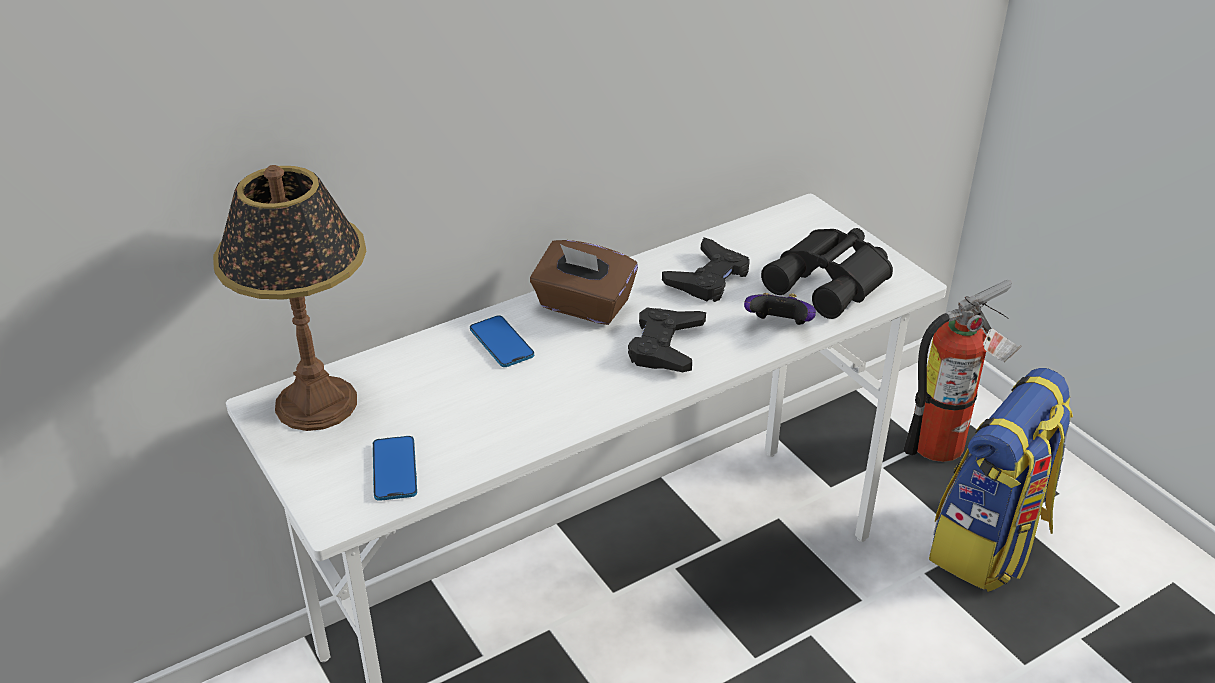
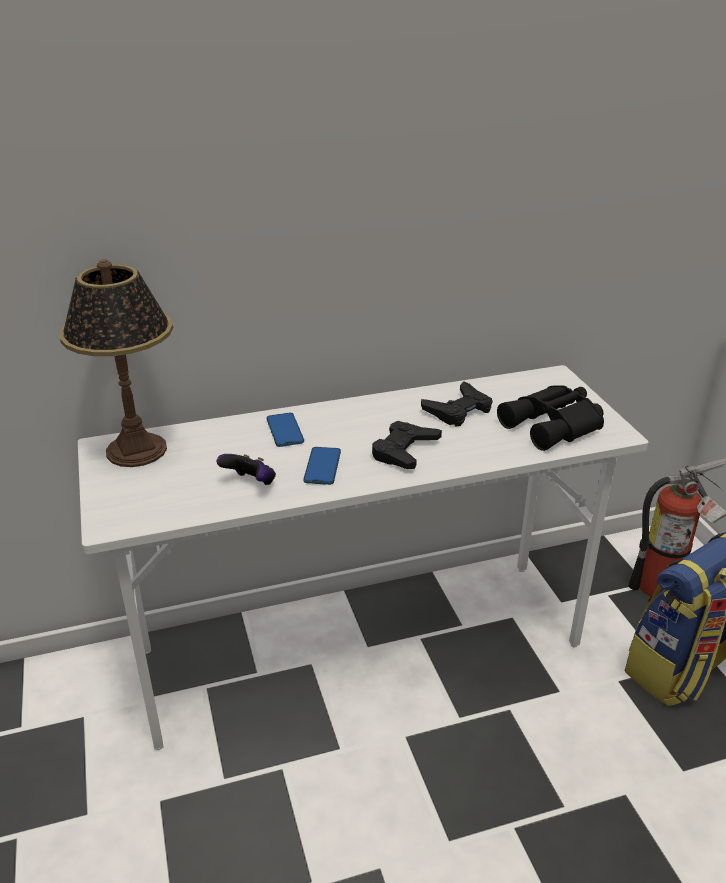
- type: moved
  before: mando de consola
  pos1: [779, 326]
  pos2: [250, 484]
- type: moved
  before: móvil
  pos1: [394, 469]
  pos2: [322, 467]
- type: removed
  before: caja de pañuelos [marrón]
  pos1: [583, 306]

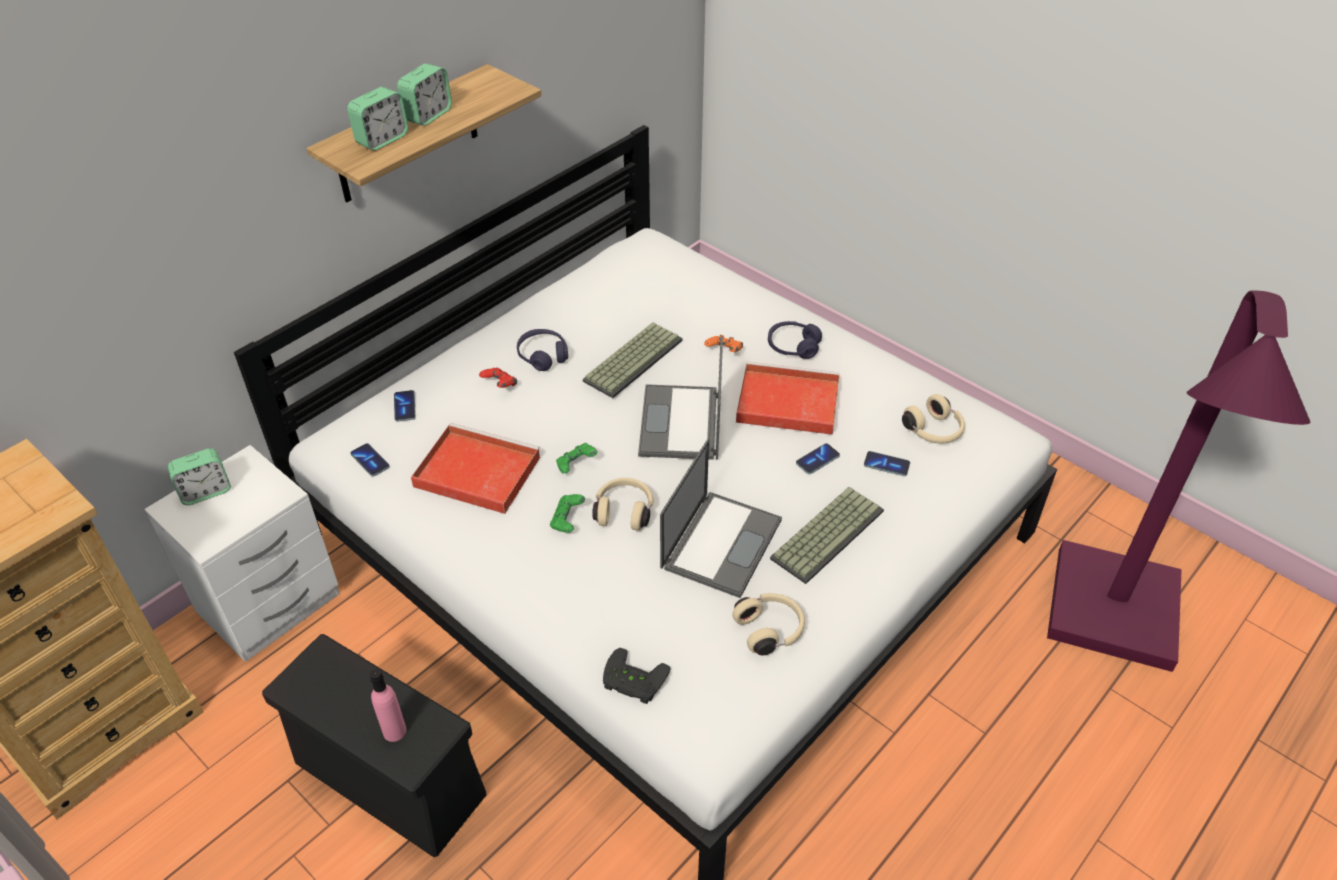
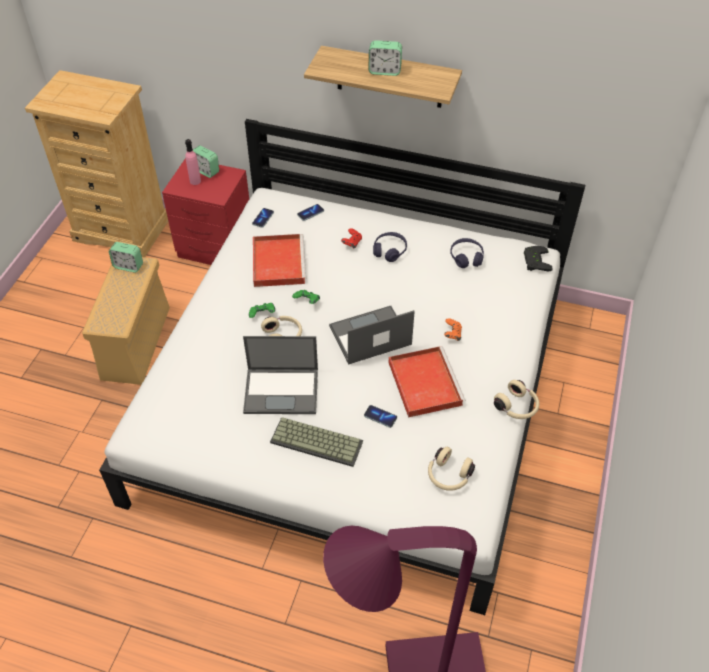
- type: recoloured
  before: caja de almacenaje [negro]
  after: caja de almacenaje [beis]
  pos1: [393, 779]
  pos2: [136, 344]
- type: moved
  before: despertador
  pos1: [382, 139]
  pos2: [128, 266]
- type: recoloured
  before: mesita de noche [blanco]
  after: mesita de noche [rojo]
  pos1: [272, 602]
  pos2: [216, 248]
- type: moved
  before: botella [rosa]
  pos1: [394, 731]
  pos2: [195, 181]
- type: moved
  before: auriculares [morado]
  pos1: [793, 346]
  pos2: [466, 257]
- type: moved
  before: auriculares [beis]
  pos1: [770, 630]
  pos2: [517, 407]
- type: moved
  before: mando de consola [negro]
  pos1: [632, 682]
  pos2: [534, 261]
- type: removed
  before: teclado
  pos1: [632, 359]
- type: removed
  before: móvil
  pos1: [886, 465]

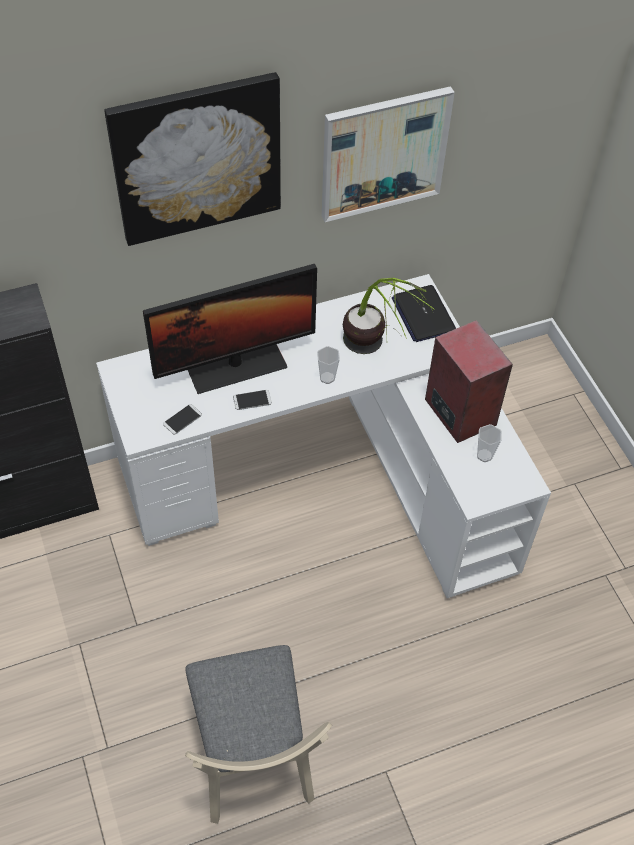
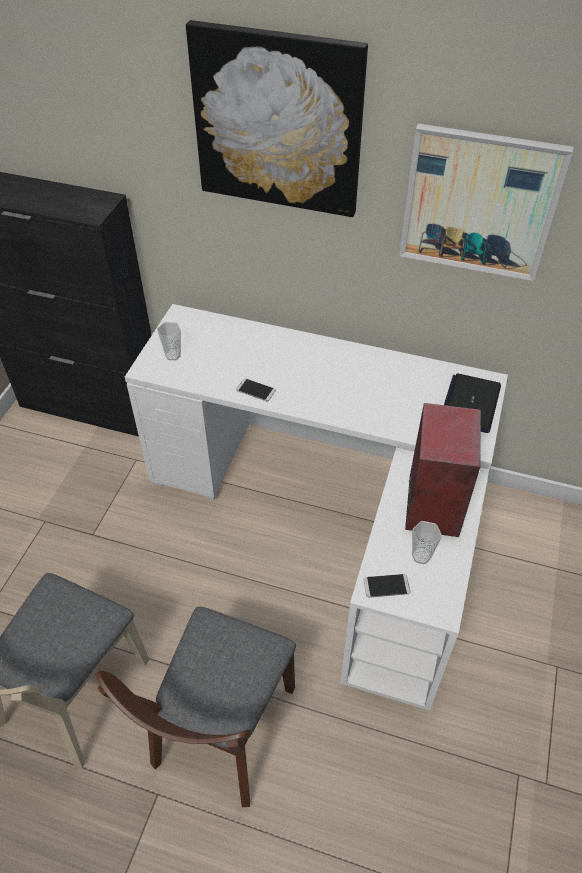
- type: added
  after: silla [marrón]
  pos2: [220, 737]
- type: moved
  before: taza
  pos1: [327, 378]
  pos2: [173, 355]
- type: moved
  before: móvil
  pos1: [182, 419]
  pos2: [386, 586]
- type: removed
  before: monitor
  pos1: [236, 365]
- type: removed
  before: planta en maceta
  pos1: [376, 355]

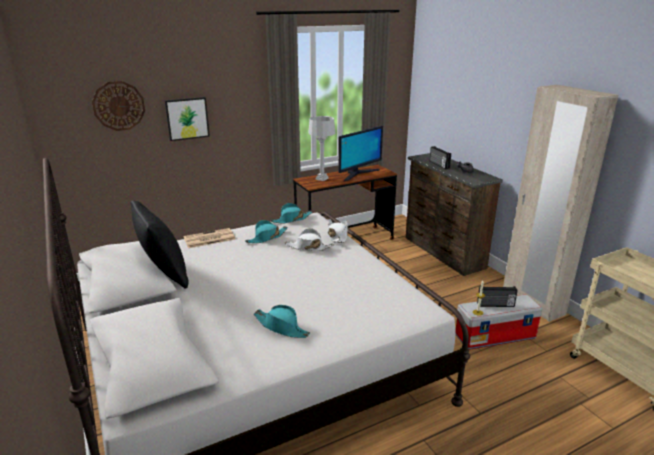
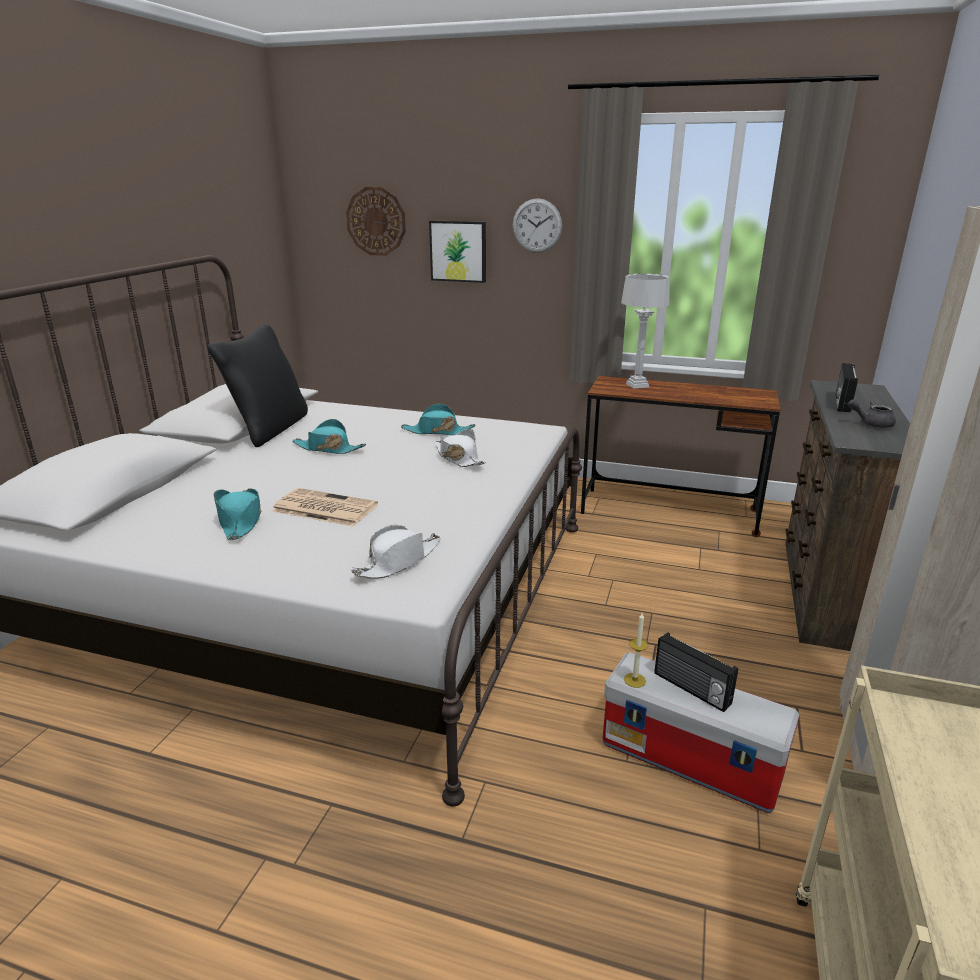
- type: moved
  before: periódico
  pos1: [208, 239]
  pos2: [323, 508]
- type: moved
  before: sombrero [turquesa]
  pos1: [291, 219]
  pos2: [328, 449]
- type: moved
  before: sombrero [blanco]
  pos1: [337, 236]
  pos2: [398, 561]
- type: added
  after: reloj de pared
  pos2: [537, 226]
- type: removed
  before: monitor
  pos1: [358, 174]

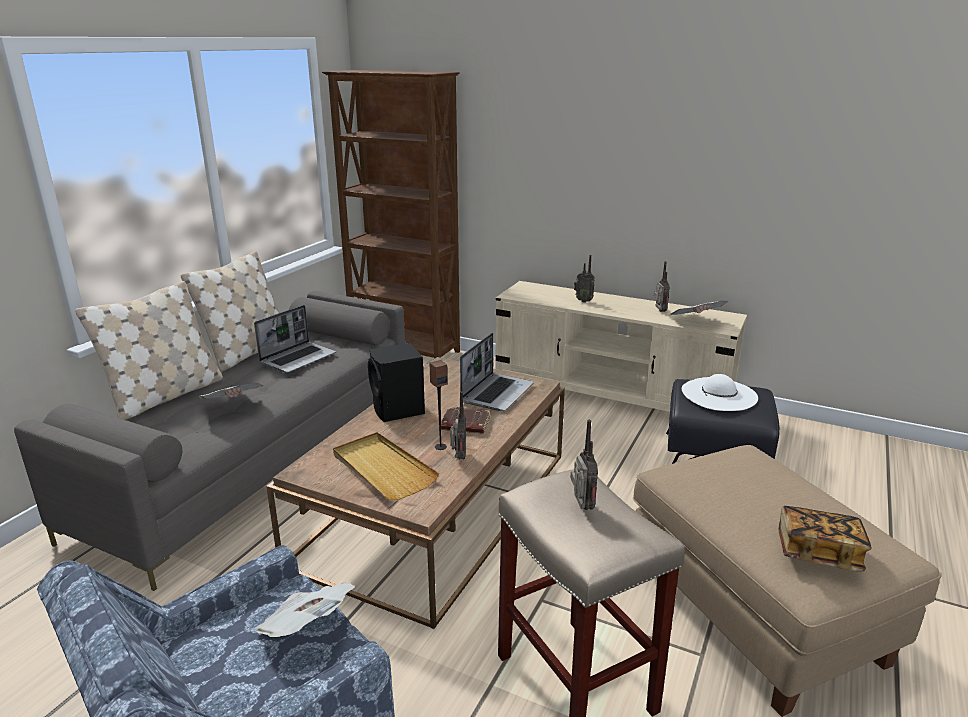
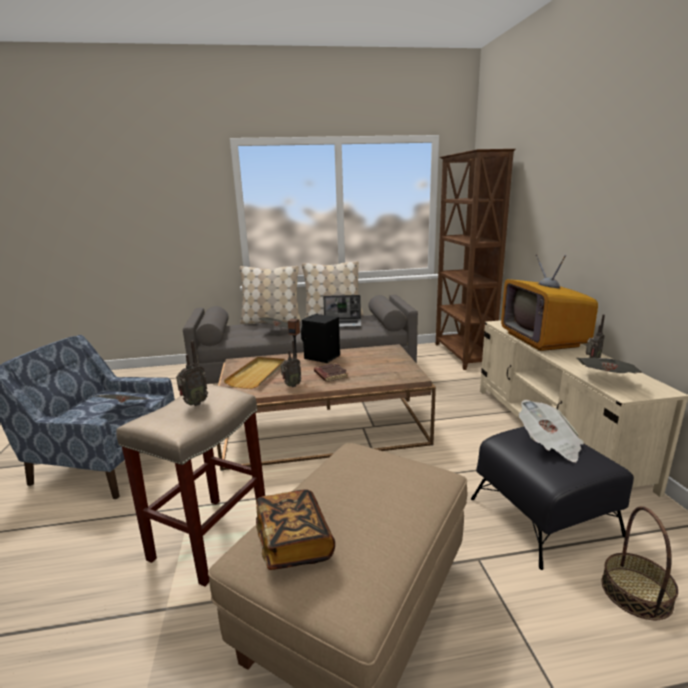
- type: replaced
  before: radio
  after: televisor
  pos1: [583, 301]
  pos2: [542, 340]
- type: replaced
  before: sombrero [blanco]
  after: periódico
  pos1: [719, 394]
  pos2: [549, 445]
- type: added
  after: cesta
  pos2: [636, 593]
- type: removed
  before: portátil
  pos1: [497, 393]

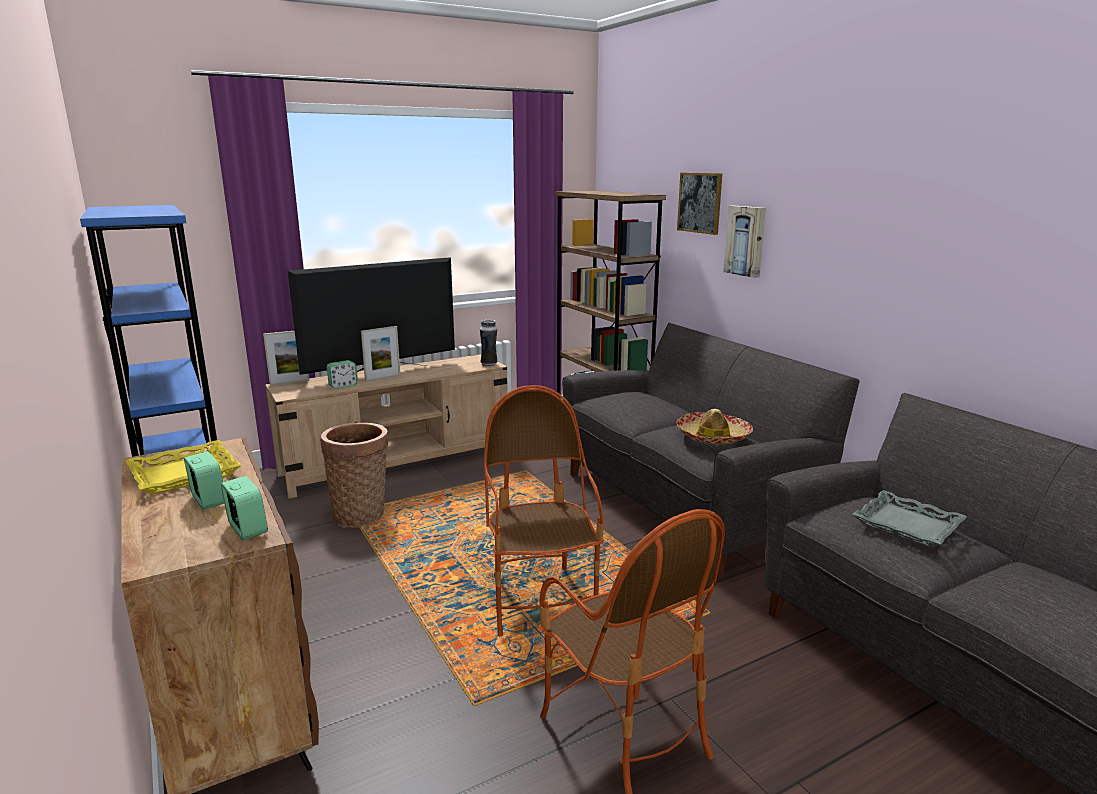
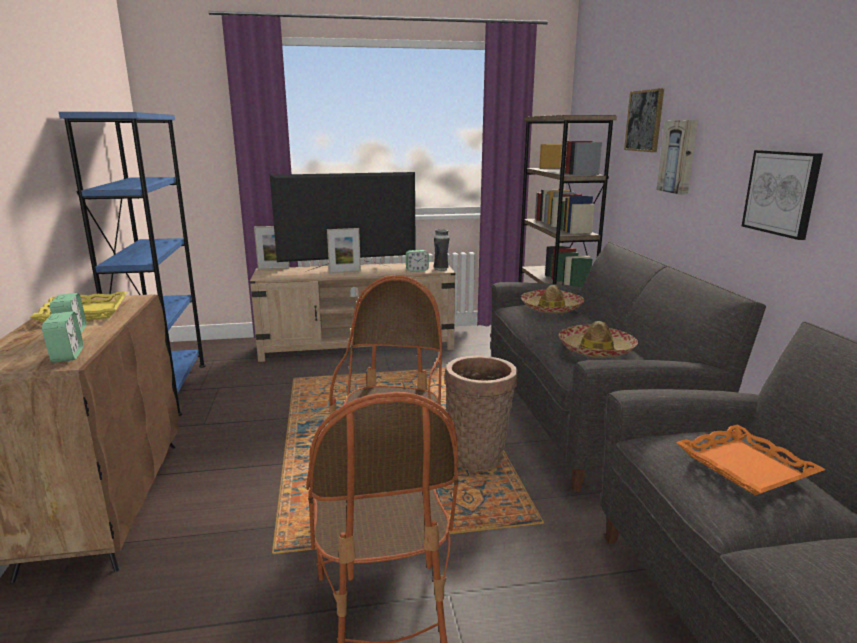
- type: moved
  before: despertador
  pos1: [343, 386]
  pos2: [417, 270]
- type: moved
  before: cesta
  pos1: [361, 514]
  pos2: [478, 456]
- type: added
  after: sombrero
  pos2: [551, 308]
- type: recoloured
  before: bandeja [gris]
  after: bandeja [naranja]
  pos1: [908, 525]
  pos2: [746, 466]
- type: added
  after: cuadro
  pos2: [781, 193]

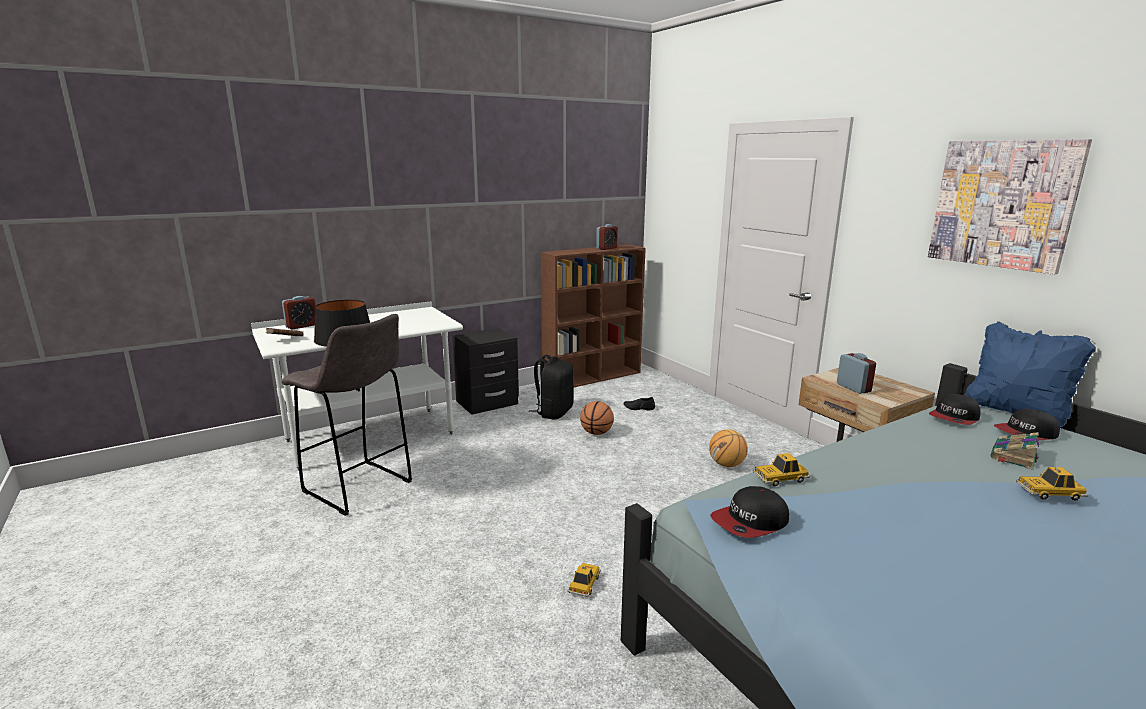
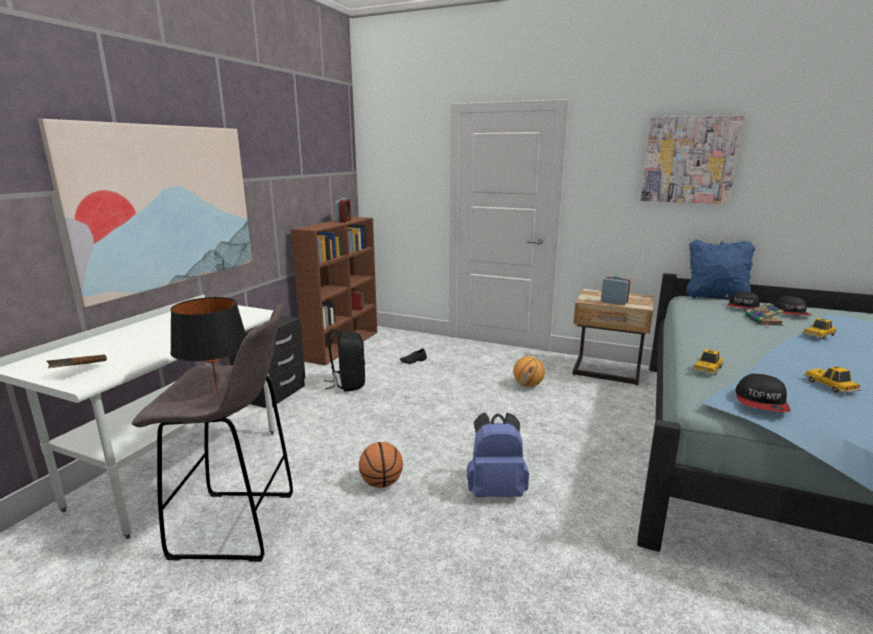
- type: added
  after: cuadro
  pos2: [165, 206]
- type: moved
  before: balón de baloncesto
  pos1: [596, 433]
  pos2: [381, 483]
- type: added
  after: mochila [azul]
  pos2: [495, 490]
- type: moved
  before: gorra
  pos1: [954, 418]
  pos2: [791, 313]
- type: moved
  before: coche de juguete
  pos1: [584, 584]
  pos2: [830, 385]
- type: removed
  before: despertador
  pos1: [301, 326]

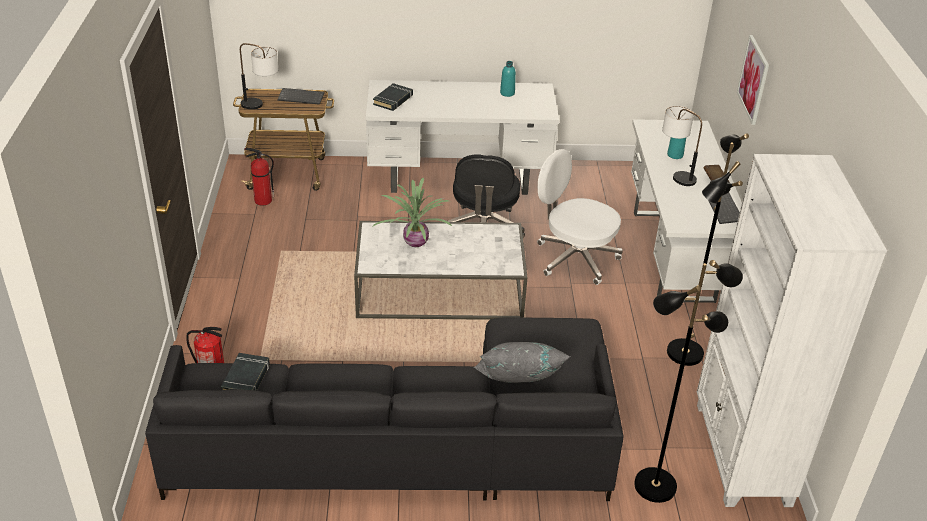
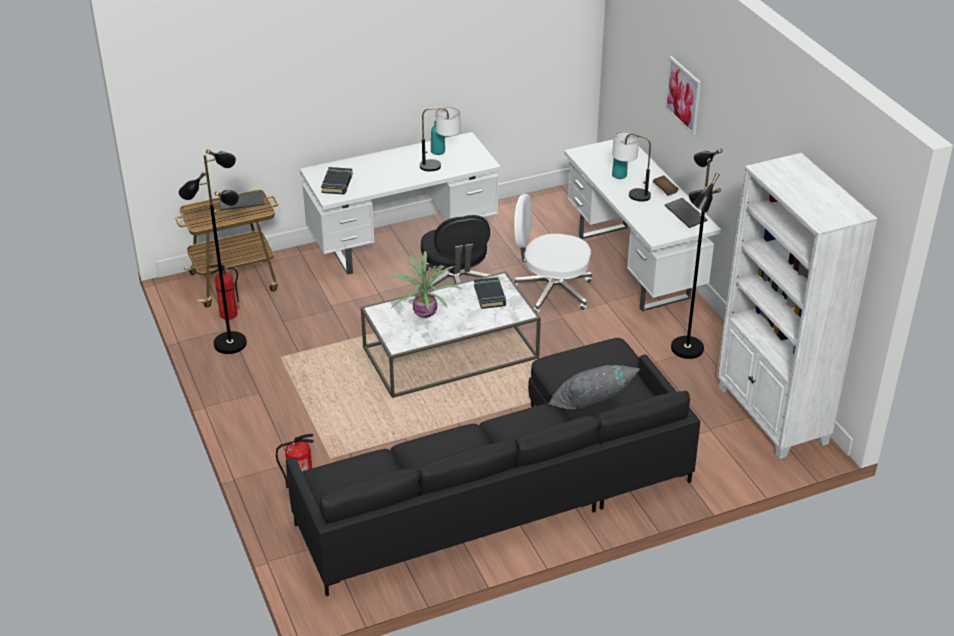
- type: moved
  before: lámpara de pie [negro]
  pos1: [655, 484]
  pos2: [230, 343]
- type: moved
  before: lámpara de mesa
  pos1: [261, 106]
  pos2: [441, 166]
- type: moved
  before: libro [negro]
  pos1: [246, 379]
  pos2: [490, 295]

